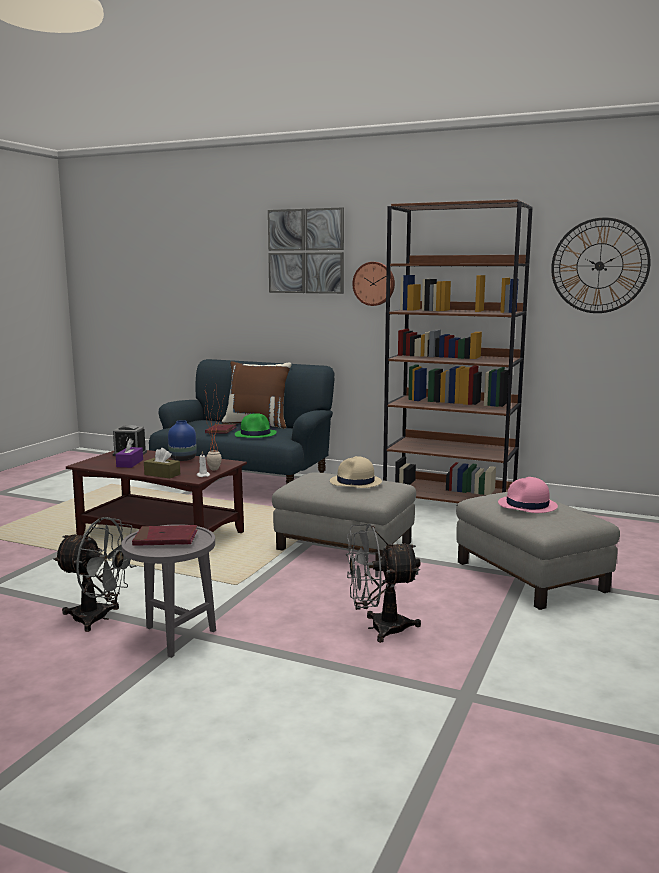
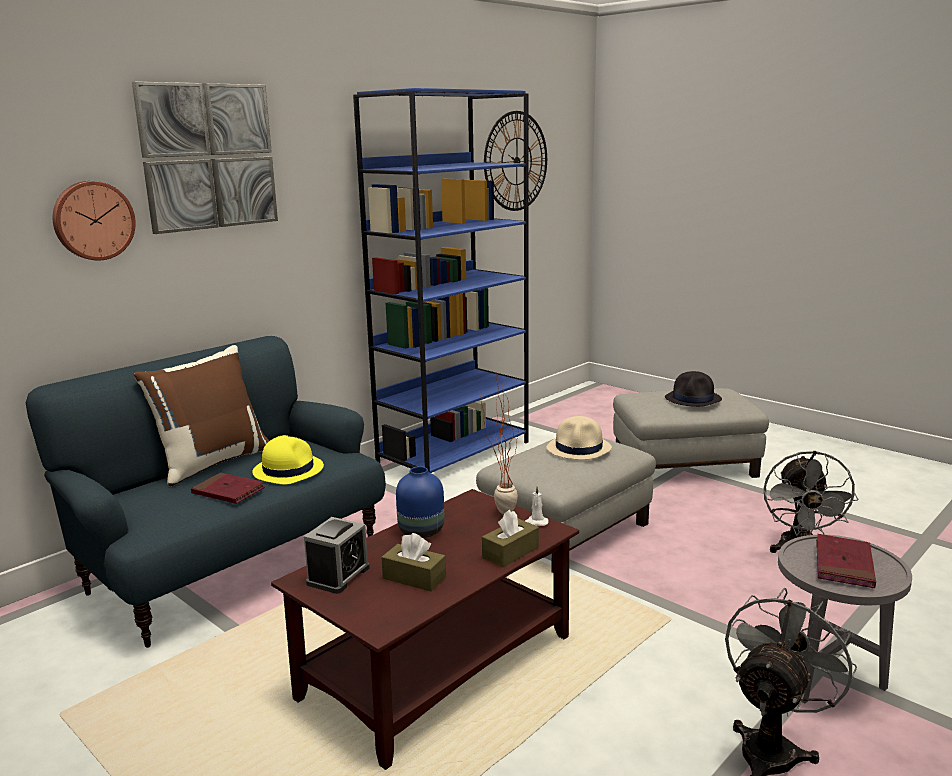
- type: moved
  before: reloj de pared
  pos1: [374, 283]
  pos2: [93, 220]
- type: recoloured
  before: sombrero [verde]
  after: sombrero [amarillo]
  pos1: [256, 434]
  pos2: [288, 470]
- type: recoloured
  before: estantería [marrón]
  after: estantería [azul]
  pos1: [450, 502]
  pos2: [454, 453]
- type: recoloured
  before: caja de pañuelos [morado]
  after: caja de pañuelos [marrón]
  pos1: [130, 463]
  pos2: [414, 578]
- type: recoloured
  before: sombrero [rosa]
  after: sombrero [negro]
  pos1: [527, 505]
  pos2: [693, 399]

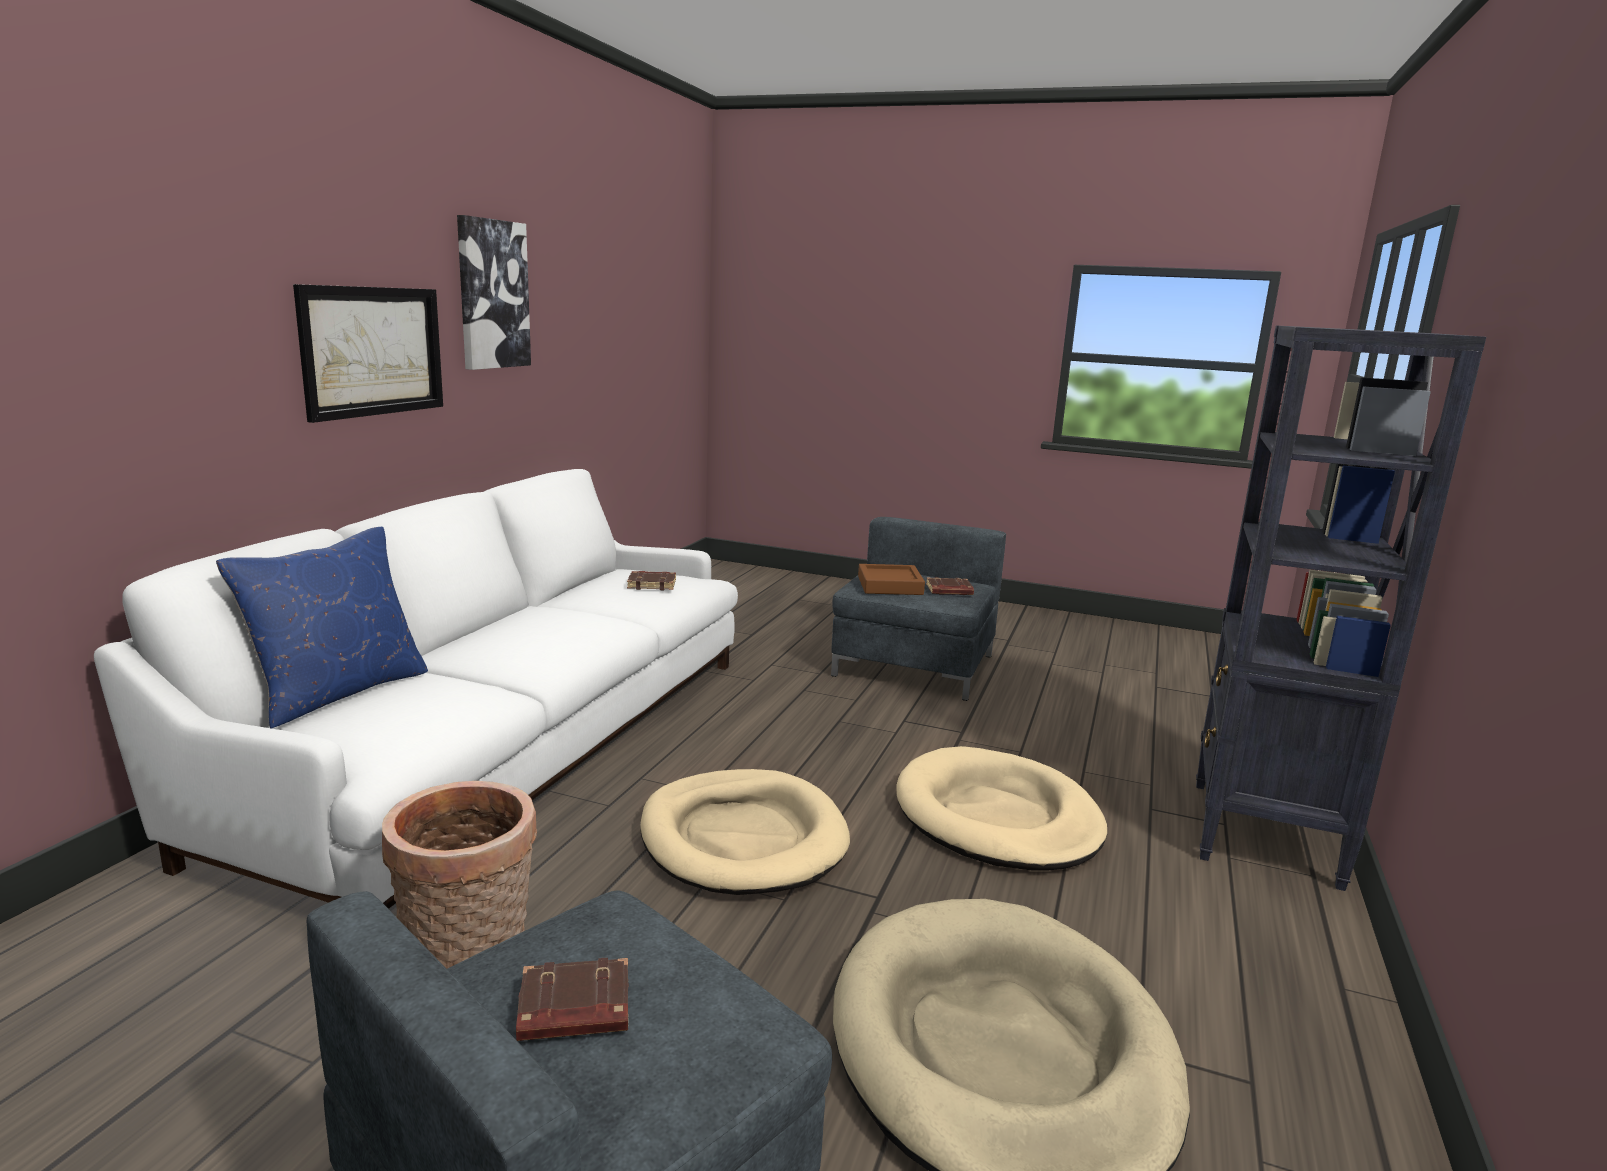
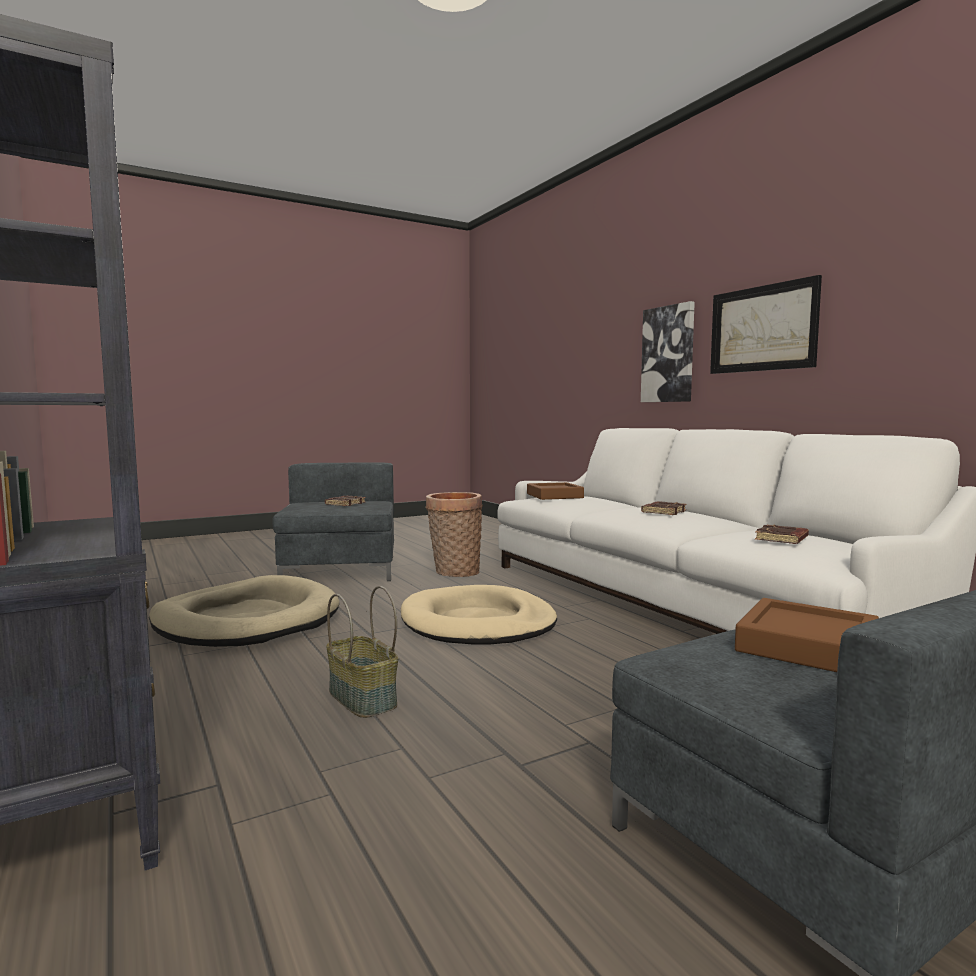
- type: replaced
  before: cama para perro [beis]
  after: cesta
  pos1: [997, 817]
  pos2: [361, 698]
- type: added
  after: bandeja [marrón]
  pos2: [554, 496]
- type: moved
  before: cuadro
  pos1: [492, 294]
  pos2: [668, 354]
- type: moved
  before: libro [marrón]
  pos1: [949, 591]
  pos2: [663, 512]
- type: removed
  before: cojín [azul]
  pos1: [338, 692]

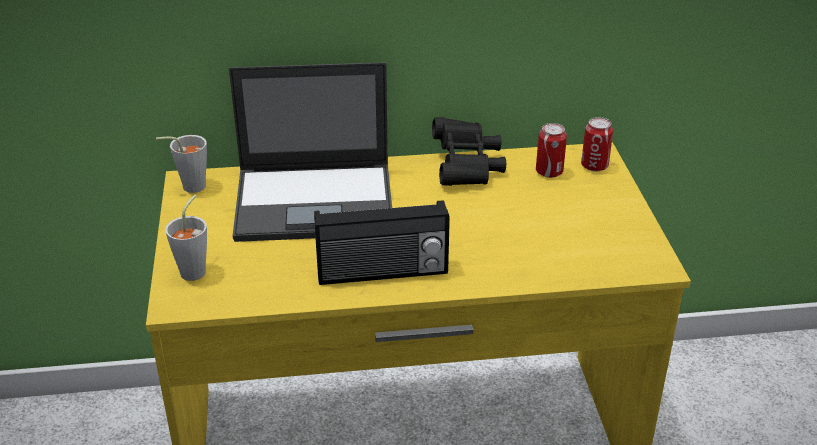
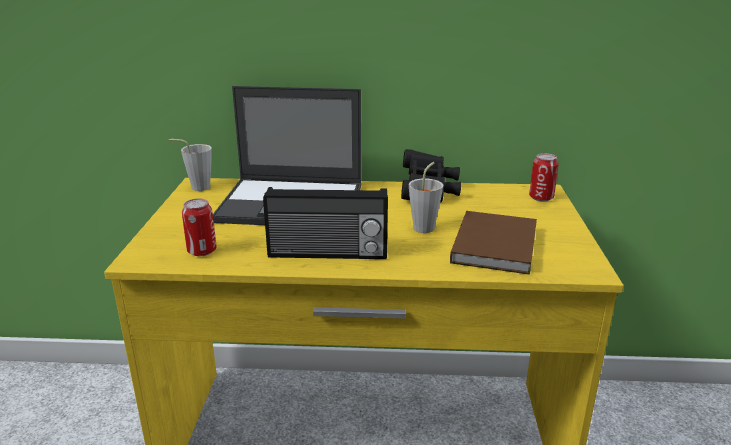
- type: moved
  before: lata
  pos1: [549, 172]
  pos2: [202, 251]
- type: moved
  before: taza [gris]
  pos1: [196, 269]
  pos2: [426, 226]
- type: added
  after: libro [marrón]
  pos2: [496, 244]

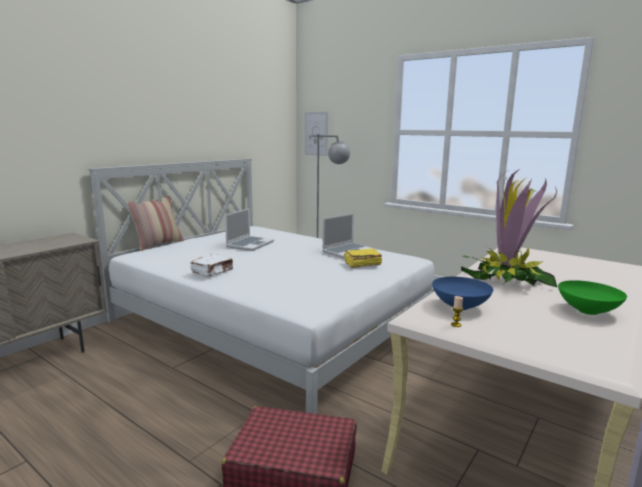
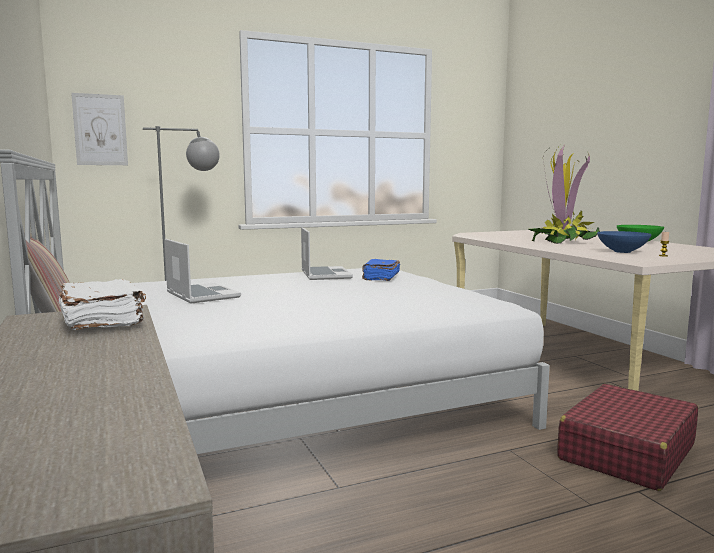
- type: moved
  before: libro [blanco]
  pos1: [213, 272]
  pos2: [103, 322]
- type: recoloured
  before: libro [amarillo]
  after: libro [azul]
  pos1: [362, 264]
  pos2: [380, 277]

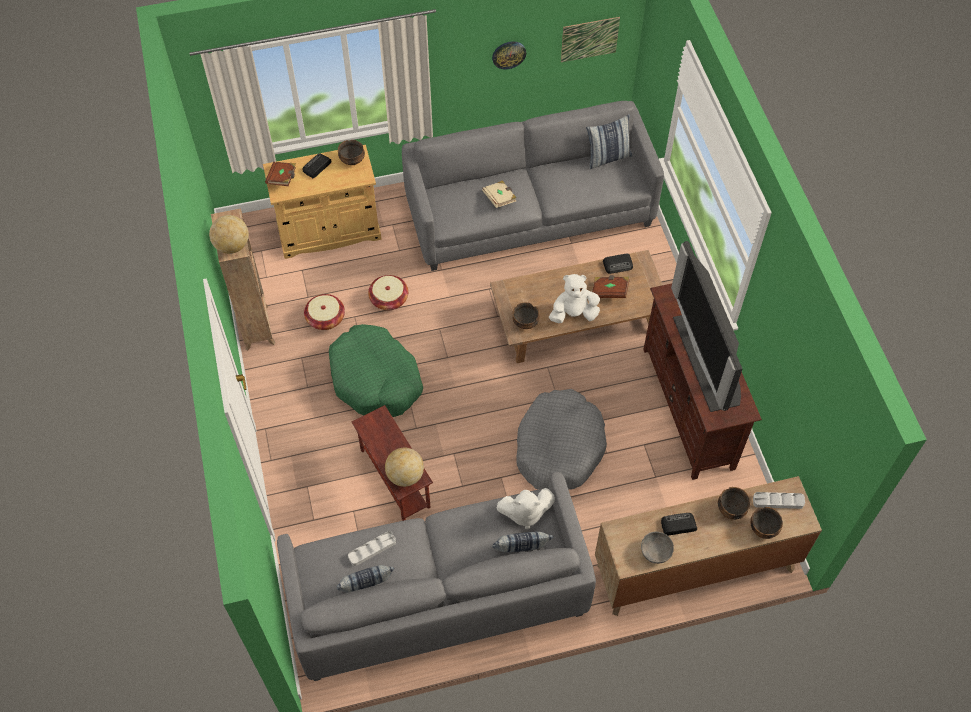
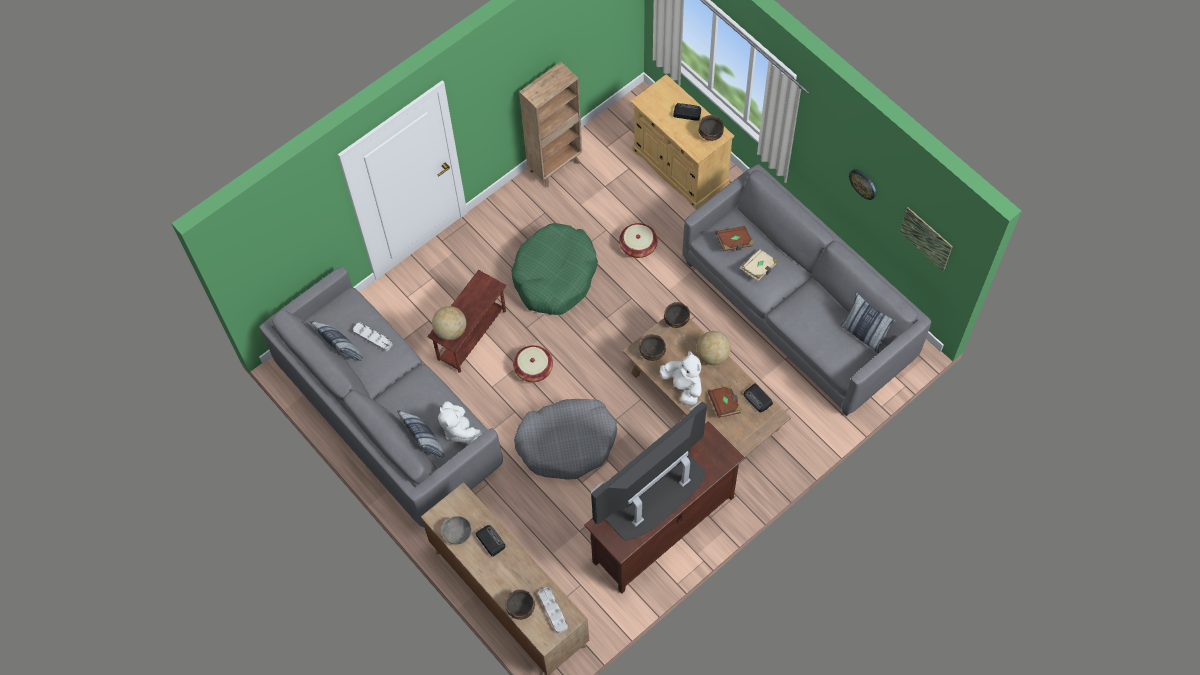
- type: moved
  before: cesta
  pos1: [325, 318]
  pos2: [533, 369]
- type: moved
  before: cuenco
  pos1: [731, 509]
  pos2: [676, 320]
- type: moved
  before: globo terráqueo
  pos1: [232, 246]
  pos2: [712, 355]
- type: moved
  before: libro [marrón]
  pos1: [282, 178]
  pos2: [734, 242]

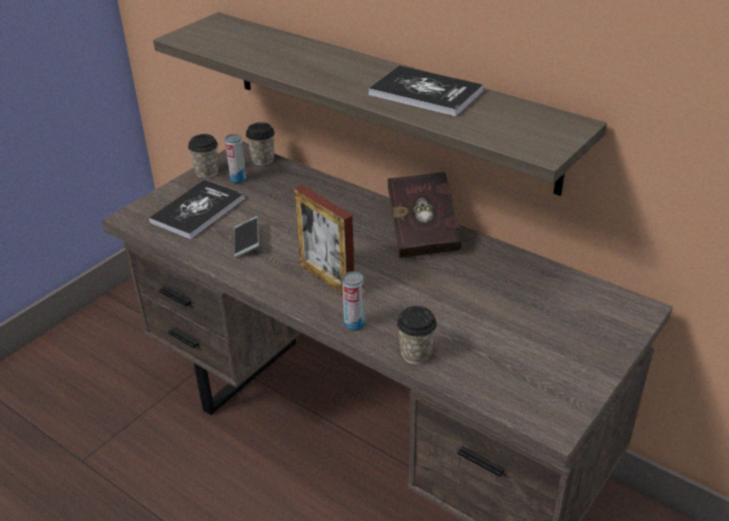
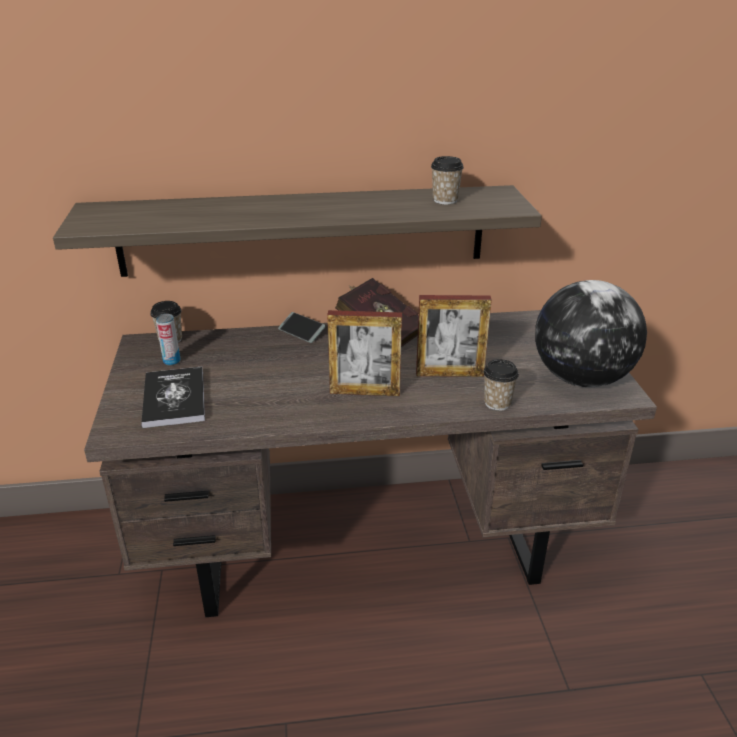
- type: moved
  before: móvil
  pos1: [247, 241]
  pos2: [301, 332]
- type: added
  after: portarretratos
  pos2: [449, 373]
- type: moved
  before: taza
  pos1: [207, 172]
  pos2: [445, 200]
- type: added
  after: globo terráqueo
  pos2: [581, 378]
- type: removed
  before: lata
  pos1: [354, 324]
- type: removed
  before: libro
  pos1: [425, 93]

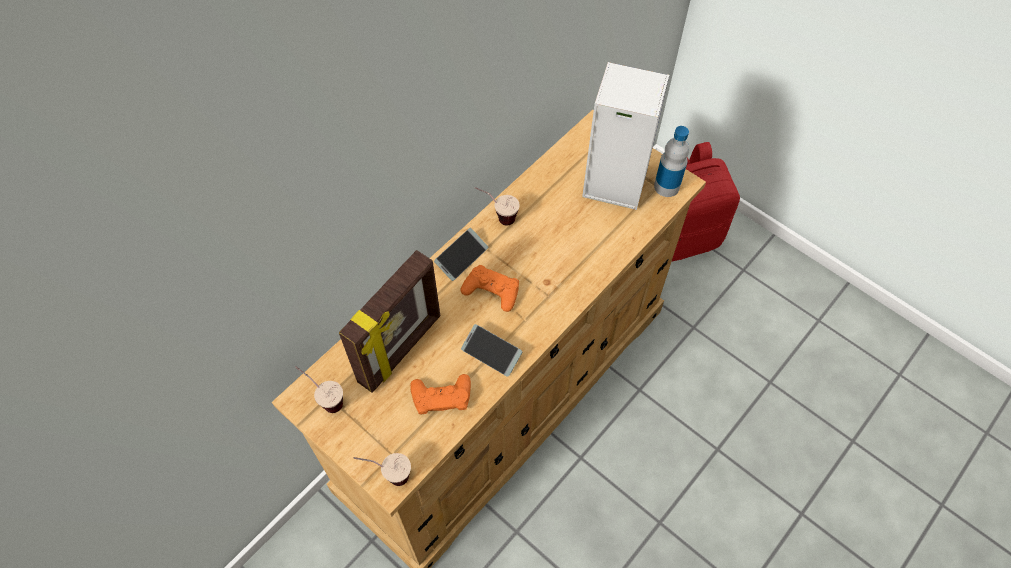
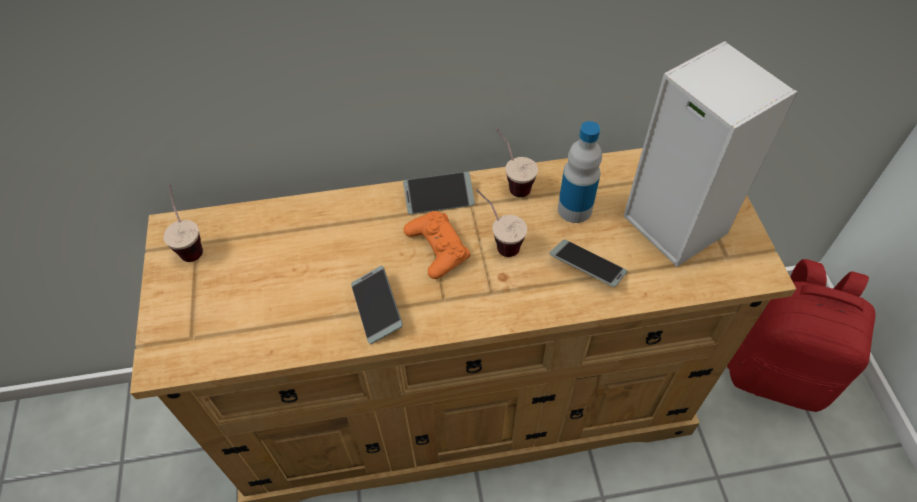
- type: moved
  before: taza
  pos1: [387, 475]
  pos2: [497, 240]
- type: added
  after: móvil
  pos2: [587, 267]
- type: moved
  before: botella
  pos1: [666, 186]
  pos2: [574, 209]
- type: removed
  before: portarretratos
  pos1: [401, 350]
- type: removed
  before: mando de consola [naranja]
  pos1: [441, 396]

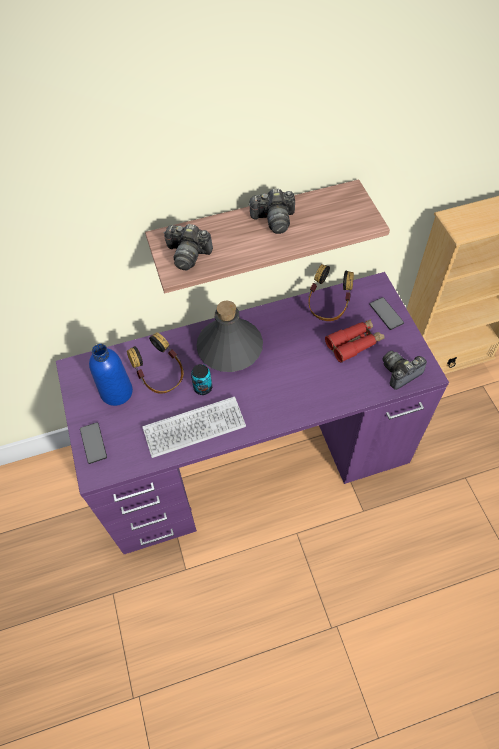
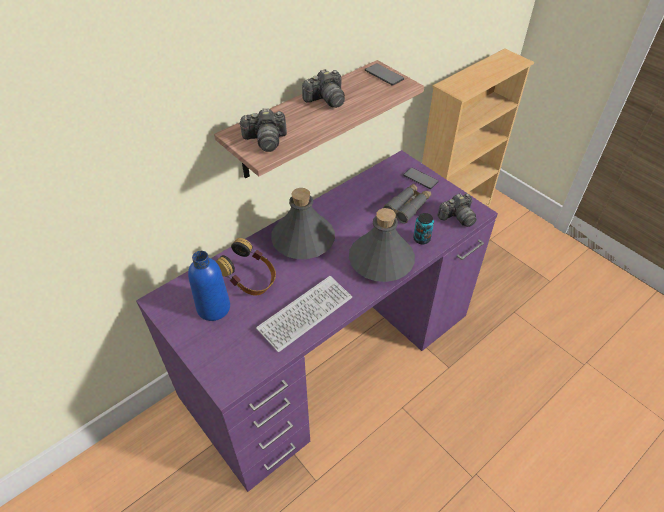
- type: added
  after: botella [gris]
  pos2: [381, 260]
- type: moved
  before: móvil
  pos1: [93, 443]
  pos2: [384, 75]
- type: recoloured
  before: prismáticos [rojo]
  after: prismáticos [gris]
  pos1: [354, 343]
  pos2: [407, 206]
- type: moved
  before: lata
  pos1: [203, 388]
  pos2: [421, 239]
- type: turned
  before: cámara
  pos1: [401, 373]
  pos2: [457, 217]
  turn: -150
- type: removed
  before: auriculares
  pos1: [328, 306]

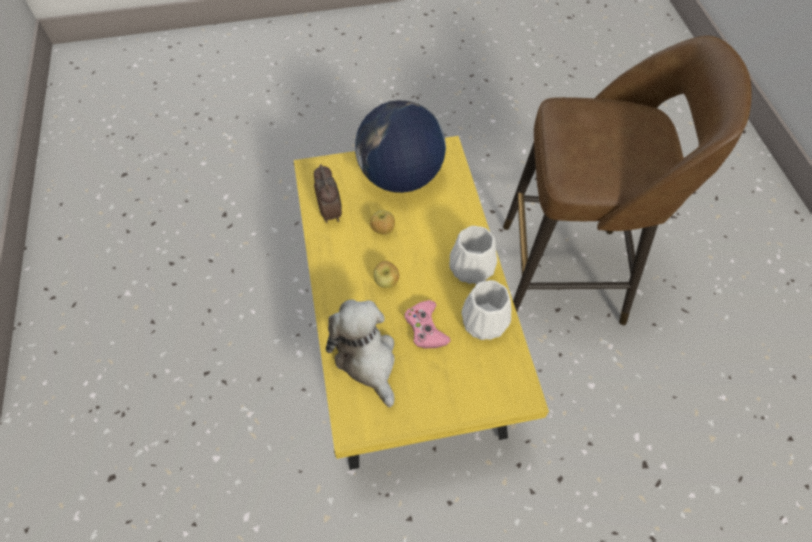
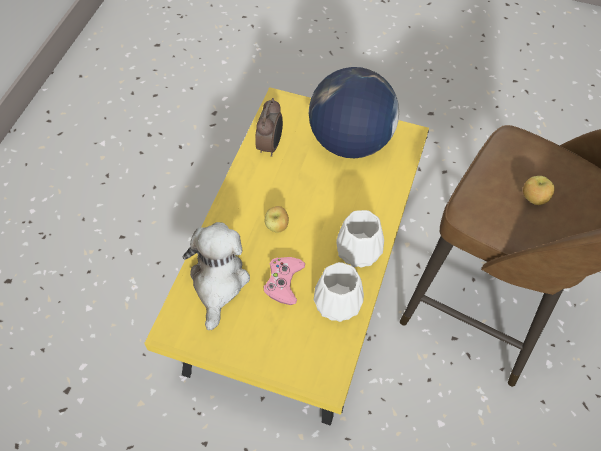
- type: moved
  before: manzana
  pos1: [382, 230]
  pos2: [533, 199]

